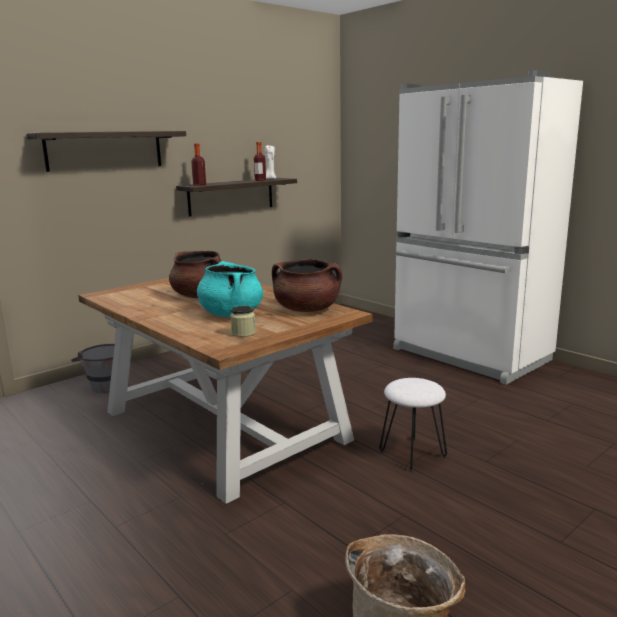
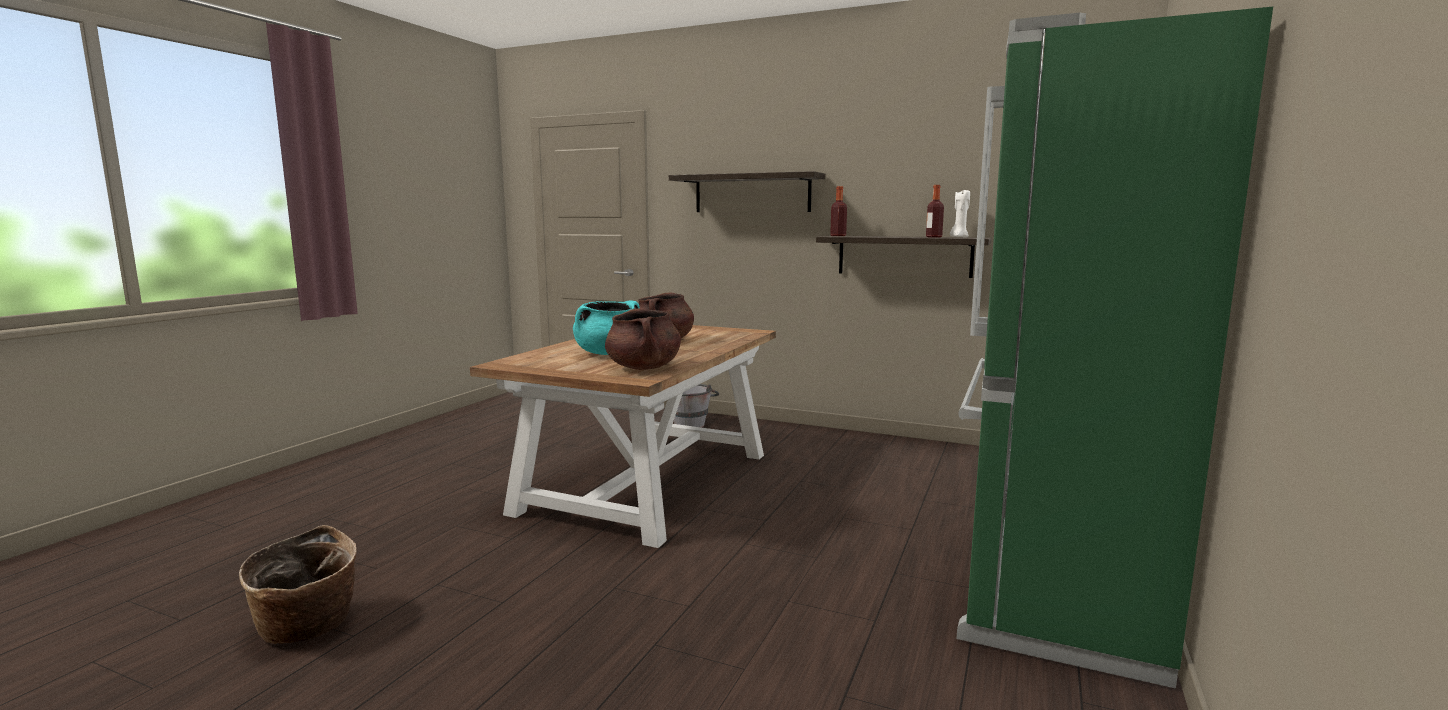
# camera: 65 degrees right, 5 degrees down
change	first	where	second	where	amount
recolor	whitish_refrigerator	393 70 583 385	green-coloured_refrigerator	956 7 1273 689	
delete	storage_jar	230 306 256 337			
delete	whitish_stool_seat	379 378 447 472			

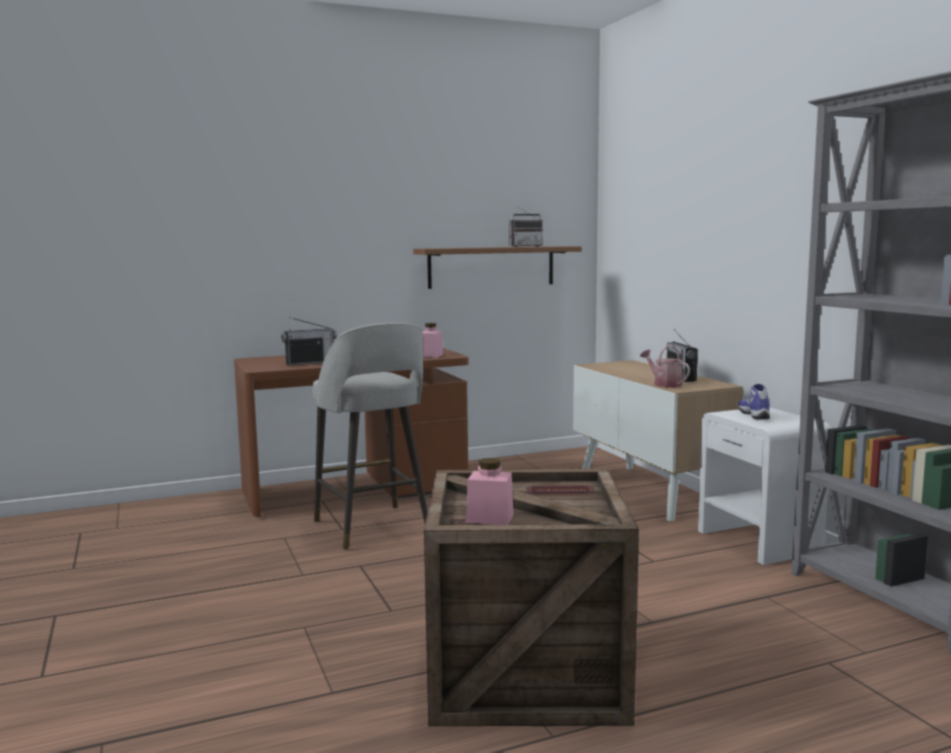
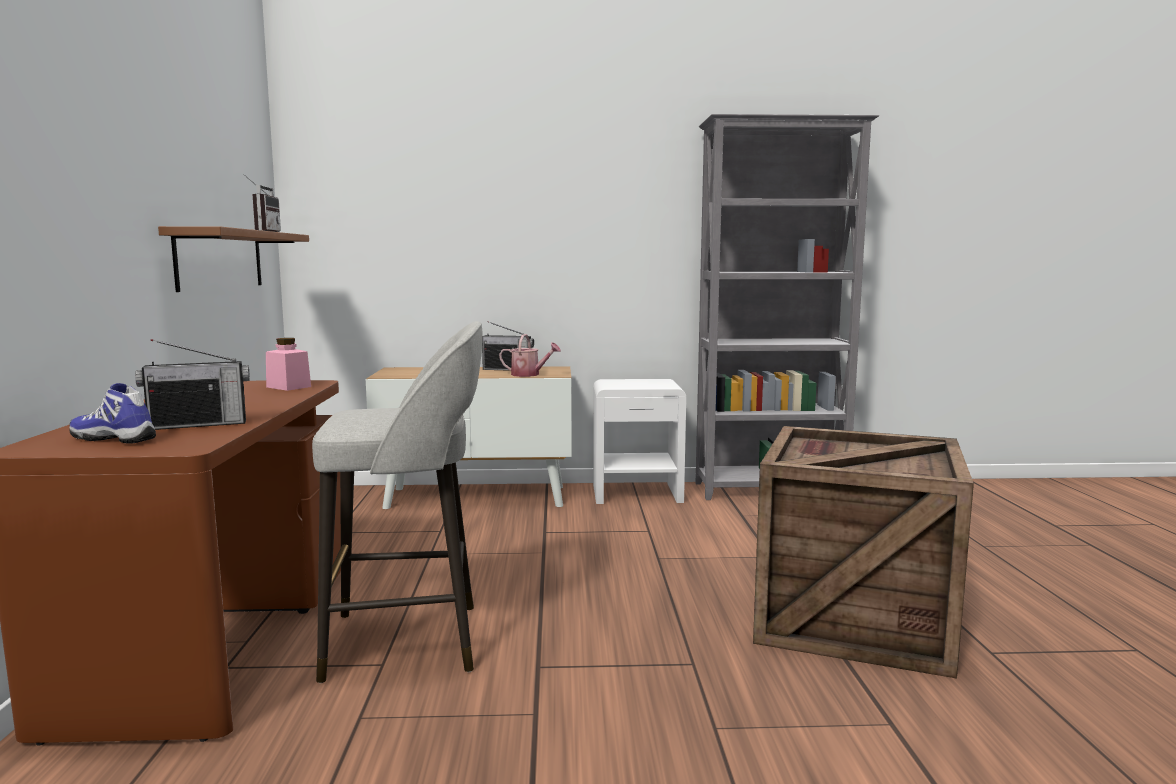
# camera: 70 degrees left, 0 degrees up
change	first	where	second	where	amount
rotate	radio_set	281 317 337 366		135 339 250 430	75 degrees clockwise
rotate	sprinkling_can	640 345 690 388		499 334 561 377	150 degrees counterclockwise
move	low_shoe	738 384 770 419		69 383 156 444	
delete	pink-coloured_storage_jar	466 458 514 525			

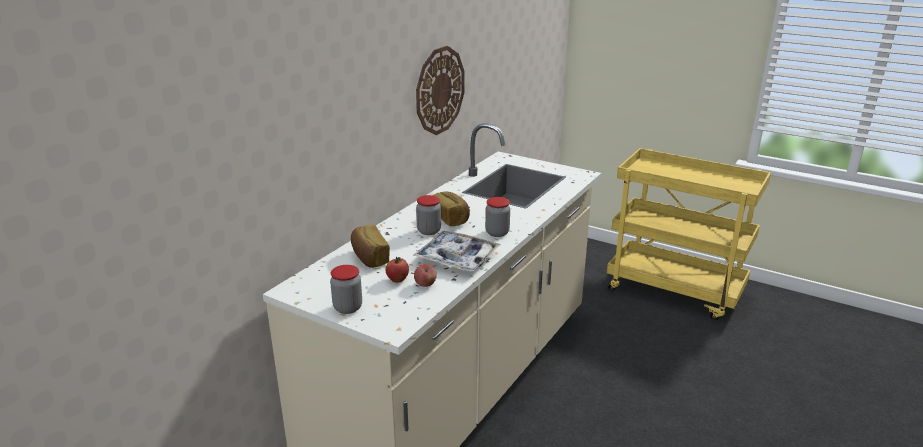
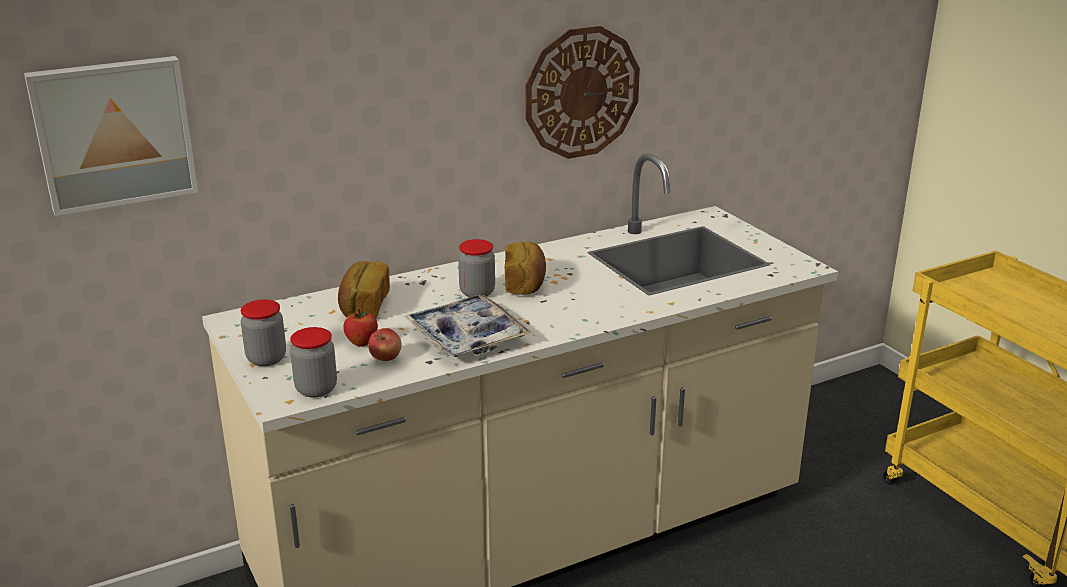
# camera: 30 degrees right, 0 degrees up
change	first	where	second	where	amount
move	storage_jar	485 197 510 237		290 327 337 398	
insert			wall_picture	24 56 198 216	

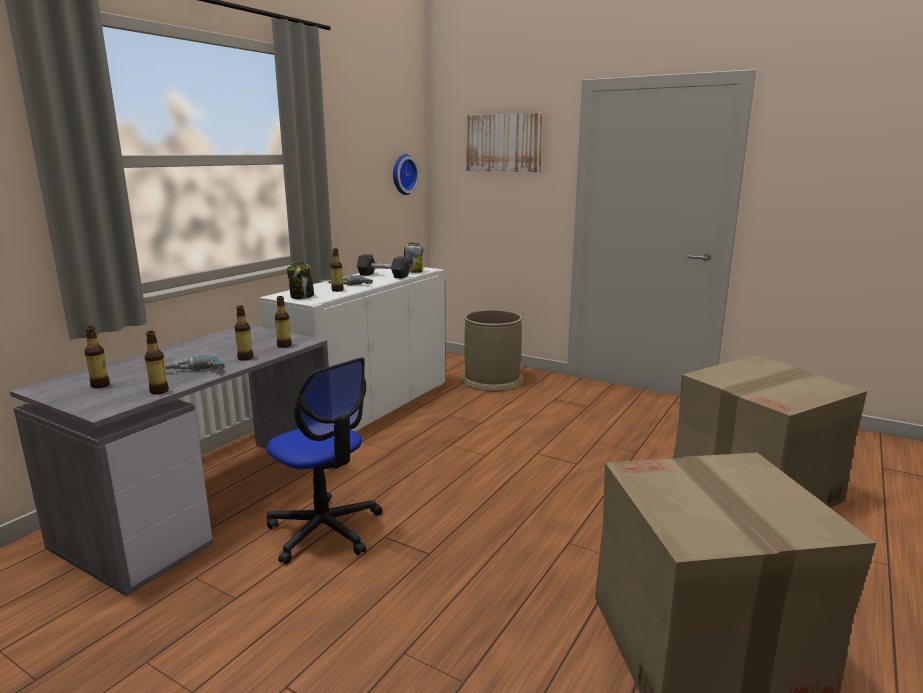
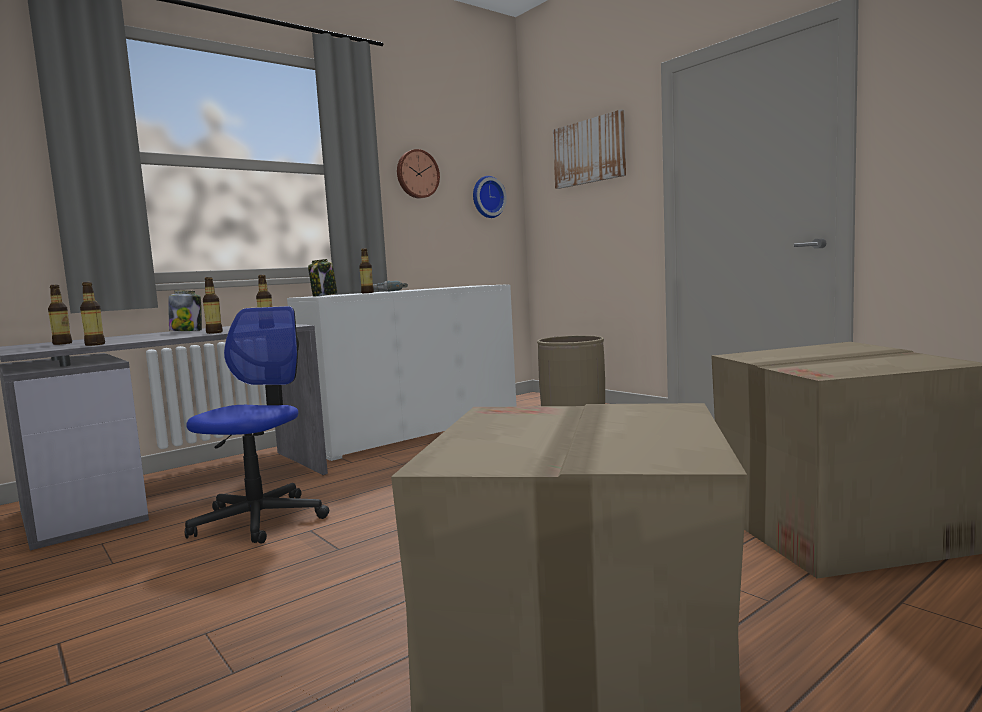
# camera: 20 degrees right, 10 degrees down
change	first	where	second	where	amount
move	storage_jar	404 243 423 273		168 290 202 331	
delete	black-coloured_dumbbell	357 254 410 279			
delete	drill	165 355 225 371			
rotate	computer_chair	267 358 382 564		185 306 329 544	135 degrees counterclockwise
insert			hanging_clock	397 149 440 198	

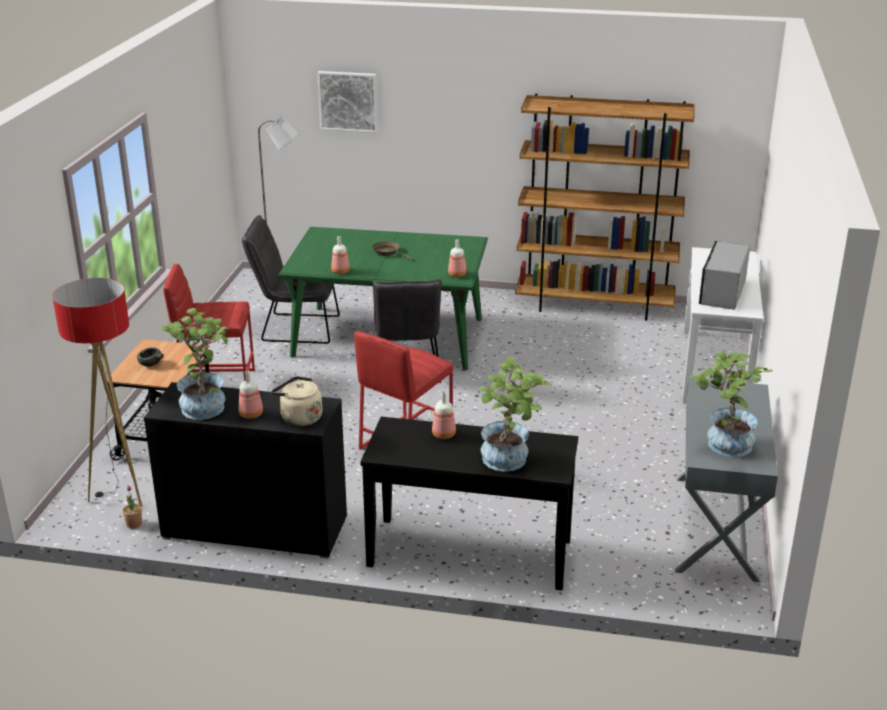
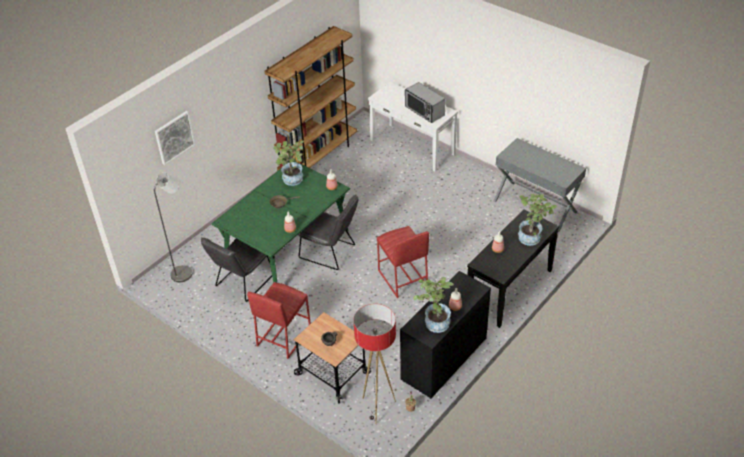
# camera: 60 degrees left, 15 degrees up
change	first	where	second	where	amount
move	potted_plant	690 351 773 457		273 141 304 186	
delete	sand-coloured_tea_kettle	271 376 322 426			

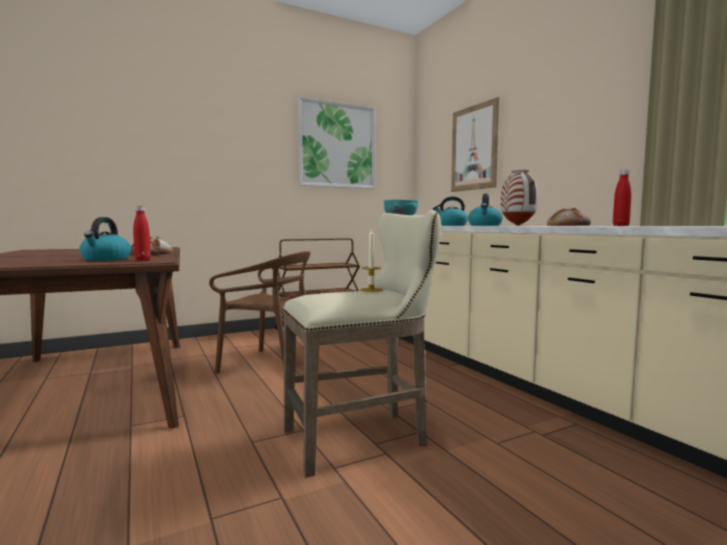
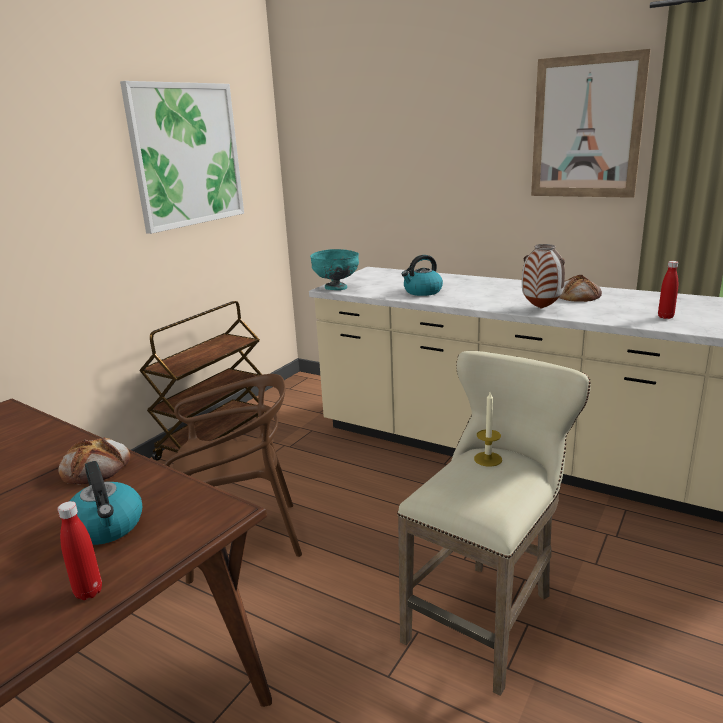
# camera: 30 degrees left, 15 degrees up
change	first	where	second	where	amount
move	wall_picture	451 97 499 192		531 49 651 198	
delete	tea_kettle	468 194 503 226			
move	reddish_bottle	133 206 151 261		57 501 102 600	

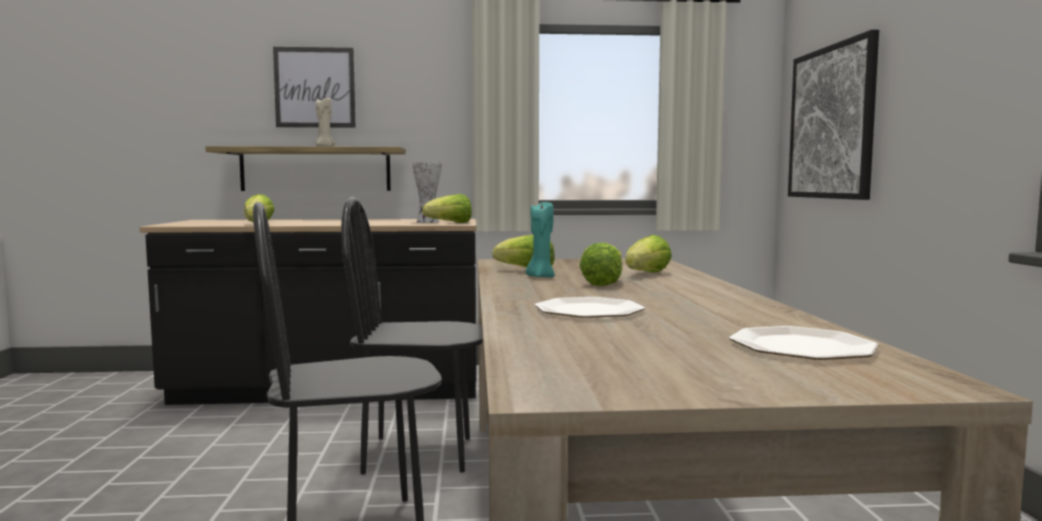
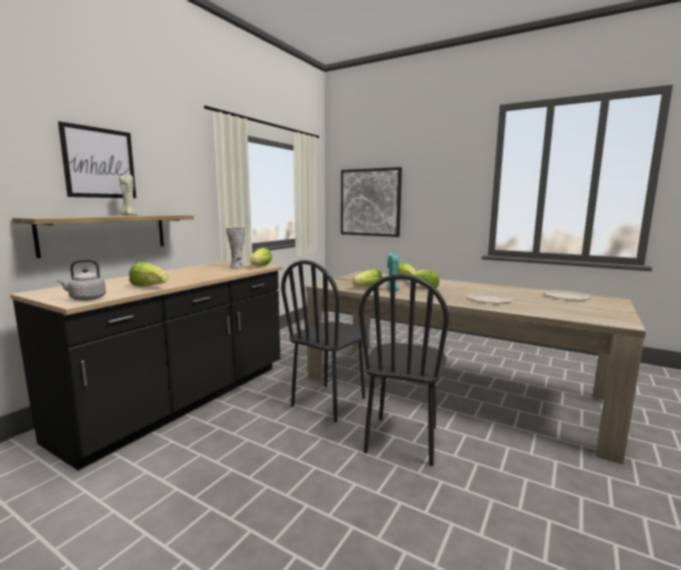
# camera: 55 degrees left, 5 degrees up
change	first	where	second	where	amount
insert			greyish_tea_kettle	57 260 106 301	

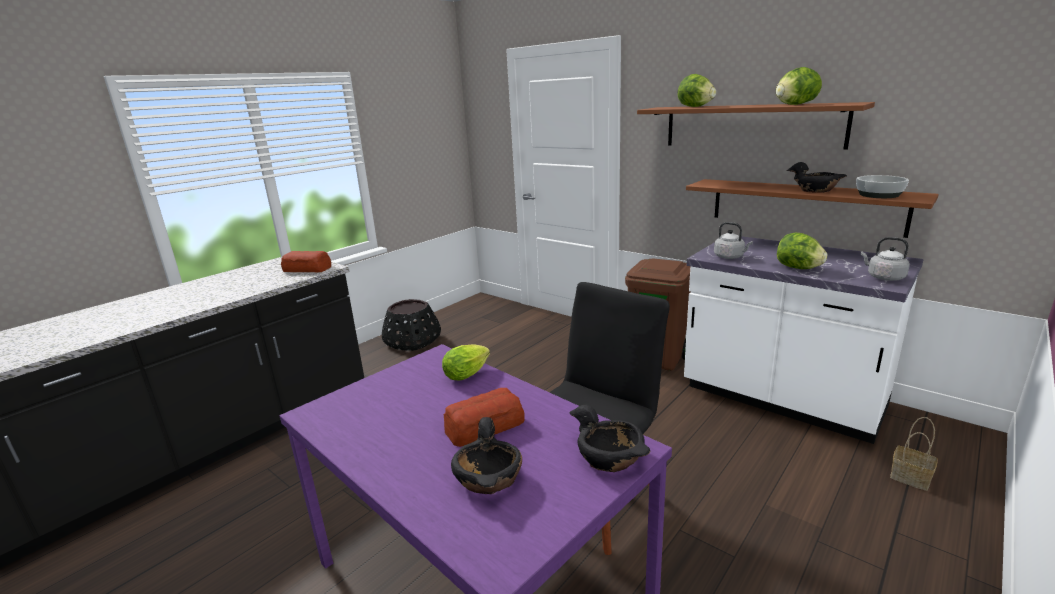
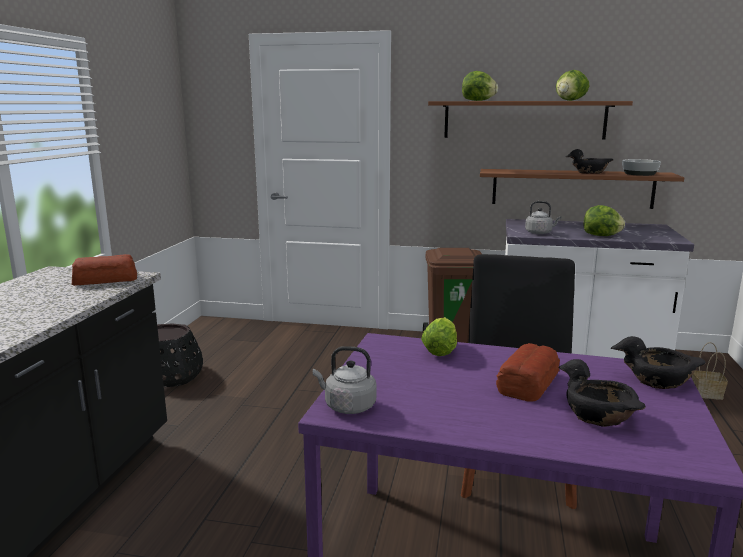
# camera: 30 degrees left, 5 degrees down
change	first	where	second	where	amount
move	greyish_tea_kettle	861 237 910 281		313 346 376 414	

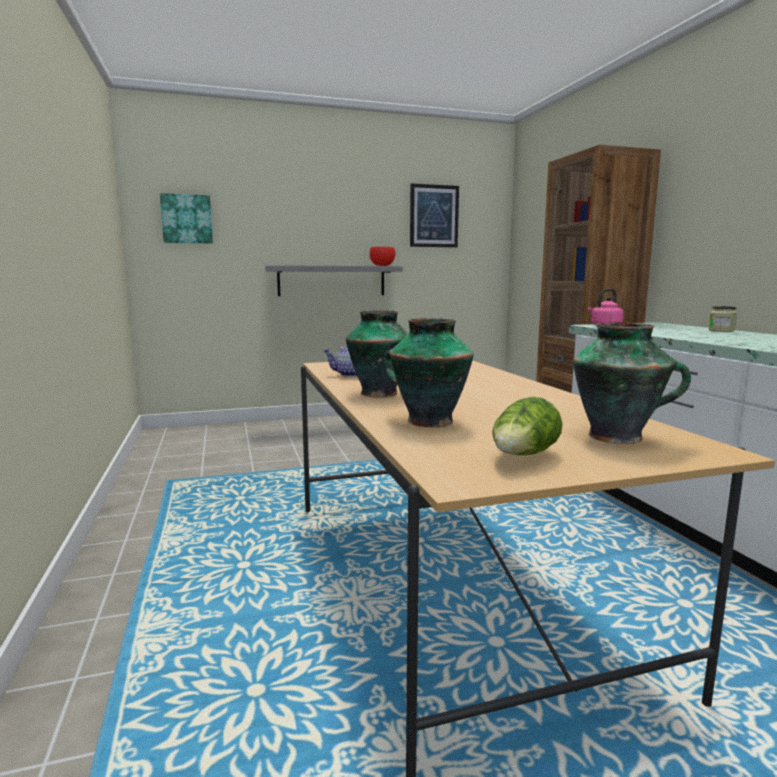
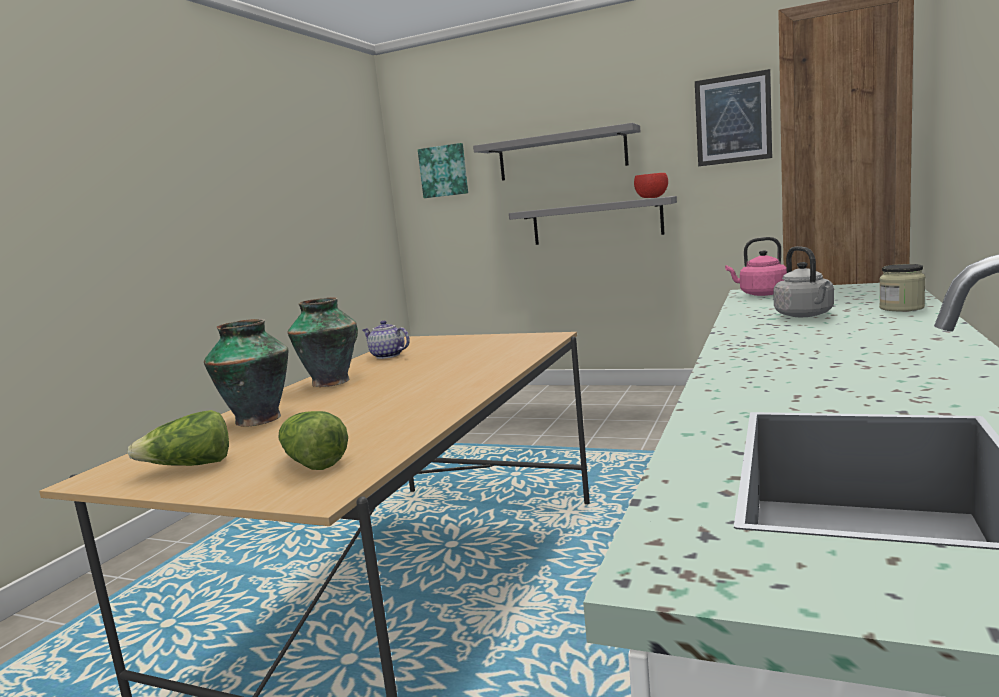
# camera: 40 degrees right, 0 degrees up
change	first	where	second	where	amount
replace	vase	573 322 691 444	head_of_lettuce	278 411 348 470	
insert			greyish_wall_shelf	473 123 640 181	
insert			greyish_tea_kettle	773 246 834 317	

